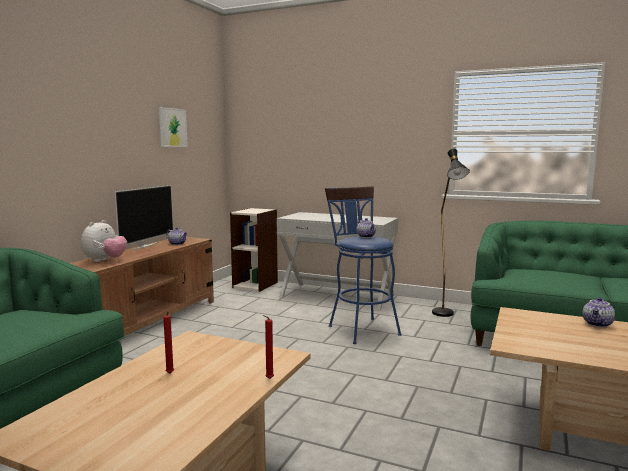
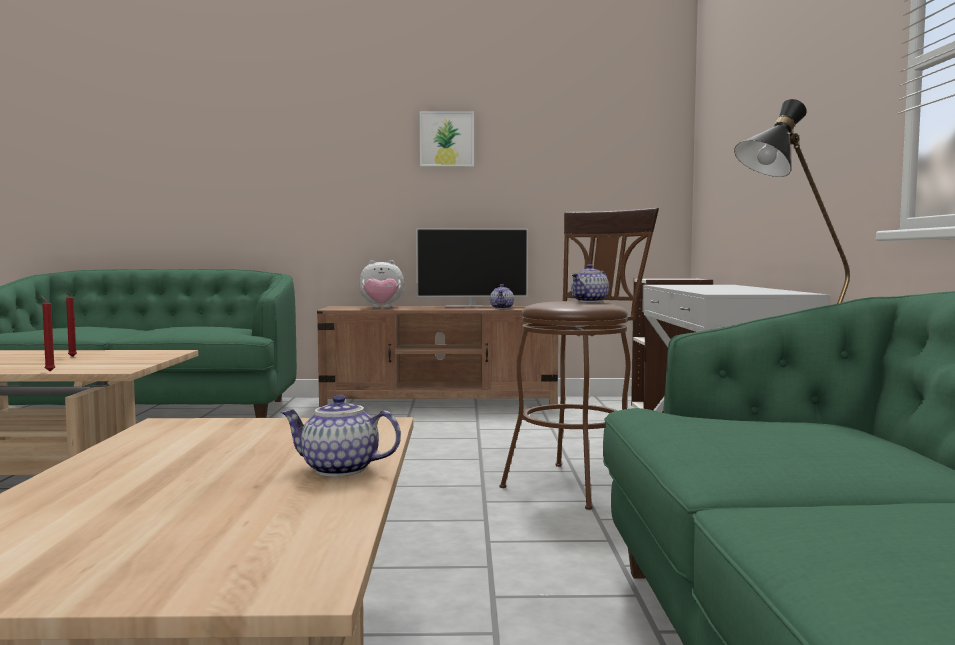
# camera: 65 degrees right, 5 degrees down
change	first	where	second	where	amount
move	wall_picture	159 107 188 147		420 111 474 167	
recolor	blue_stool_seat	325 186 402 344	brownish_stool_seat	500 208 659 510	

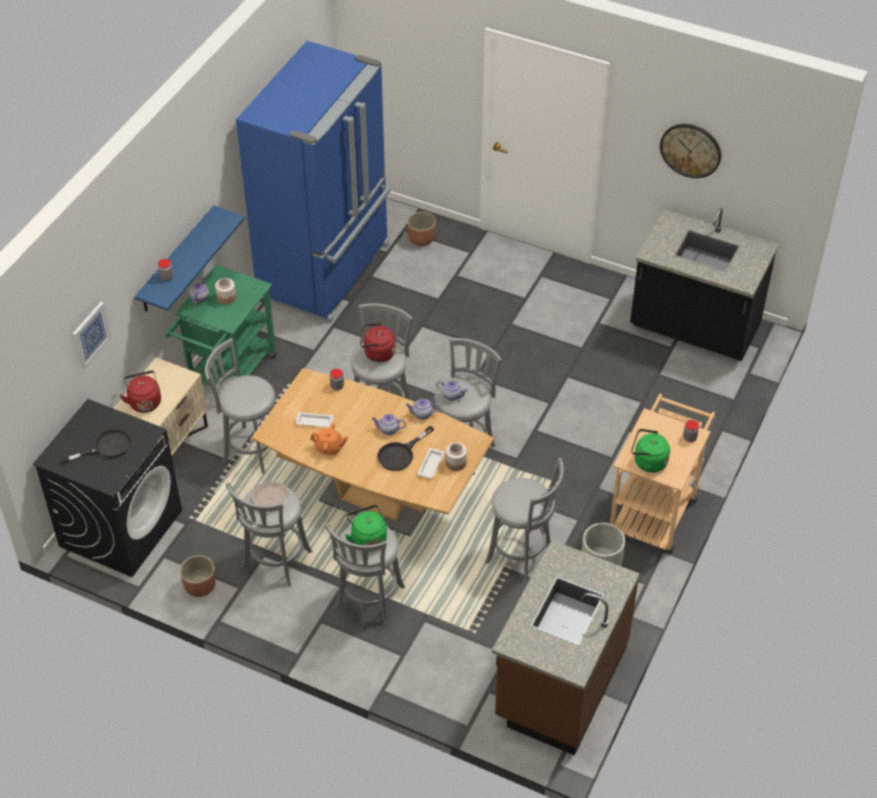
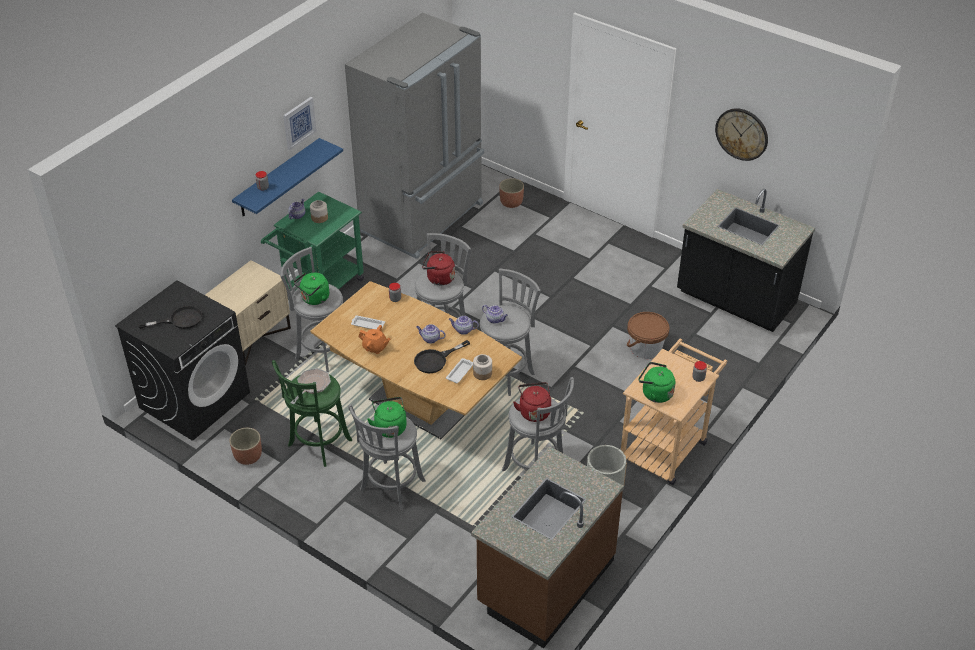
# camera: 10 degrees right, 5 degrees down
change	first	where	second	where	amount
recolor	blue_refrigerator	236 41 391 323	greyish_refrigerator	345 13 484 259	
move	wall_picture	72 302 111 369		283 97 317 150	
move	reddish_tea_kettle	120 371 161 413		513 382 551 422	
recolor	greyish_stool_seat	226 482 312 587	green-coloured_stool_seat	272 360 352 467	
insert			green-coloured_tea_kettle	293 273 329 305	
insert			brownish_bucket	627 312 669 359	

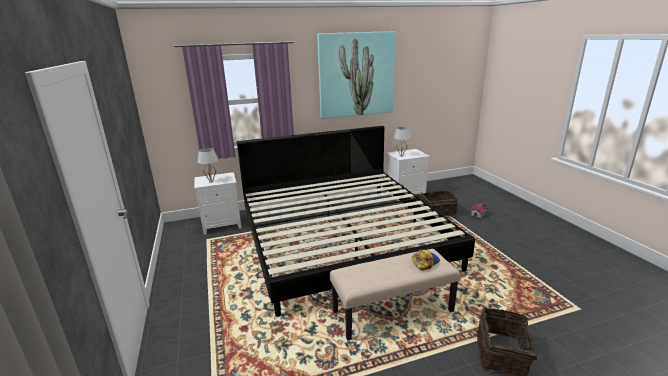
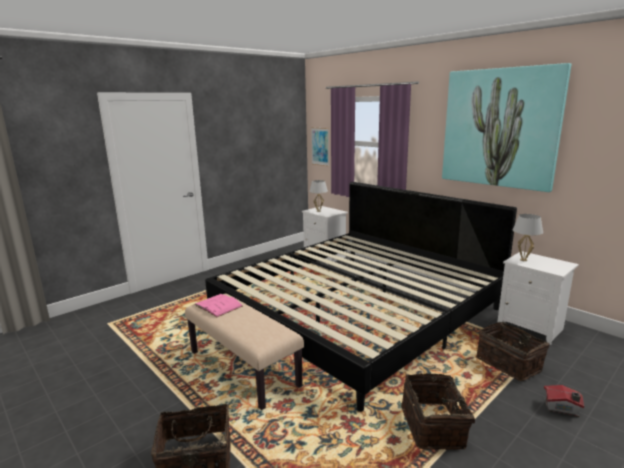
# camera: 65 degrees right, 5 degrees down
change	first	where	second	where	amount
delete	cap	412 250 440 271			
insert			wall_picture	311 128 329 166	
insert			pink-coloured_bound_book	194 294 243 317	
insert			storage_basket	401 373 475 450	

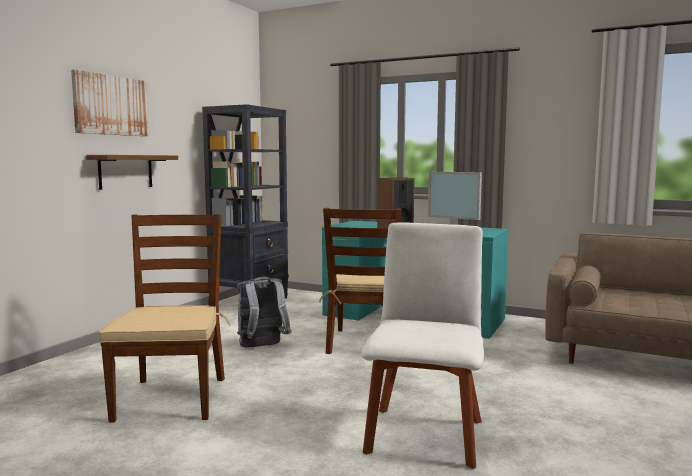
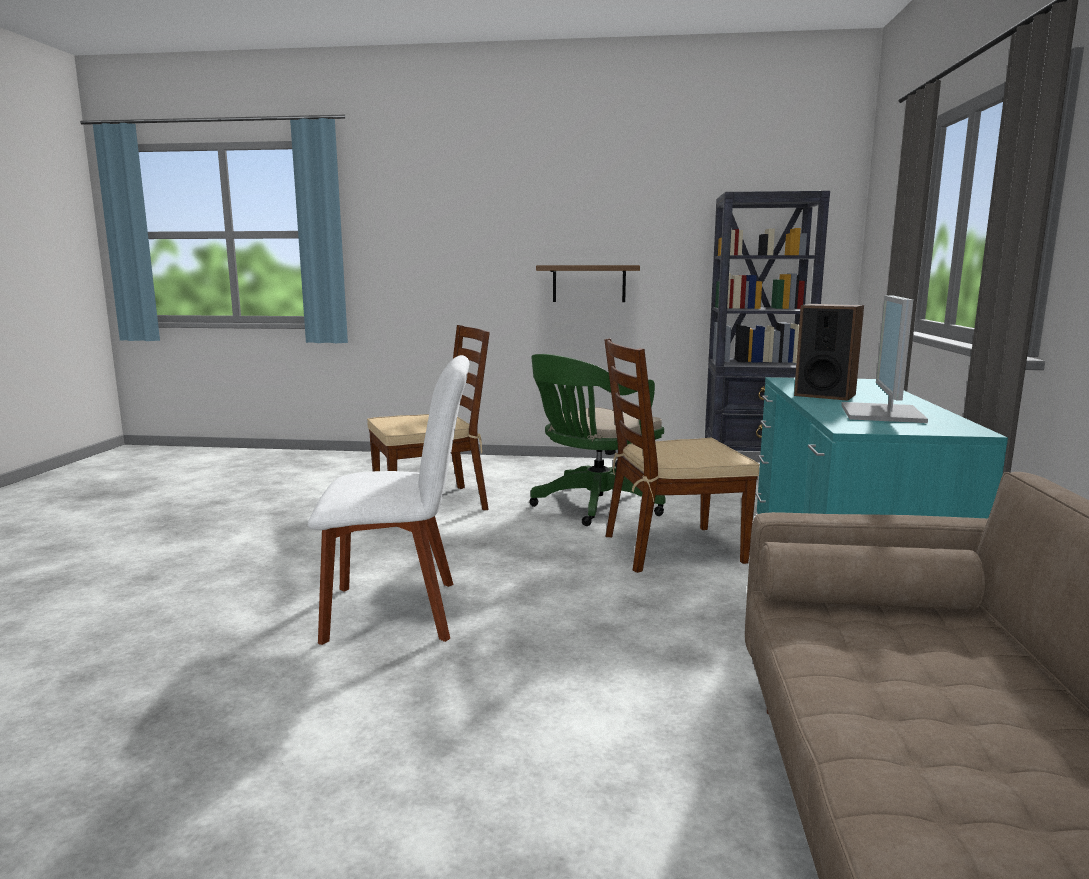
# camera: 70 degrees right, 5 degrees up
change	first	where	second	where	amount
delete	wall_picture	71 70 149 136			
replace	greyish_rucksack	237 277 291 347	green-coloured_computer_chair	529 354 666 526	

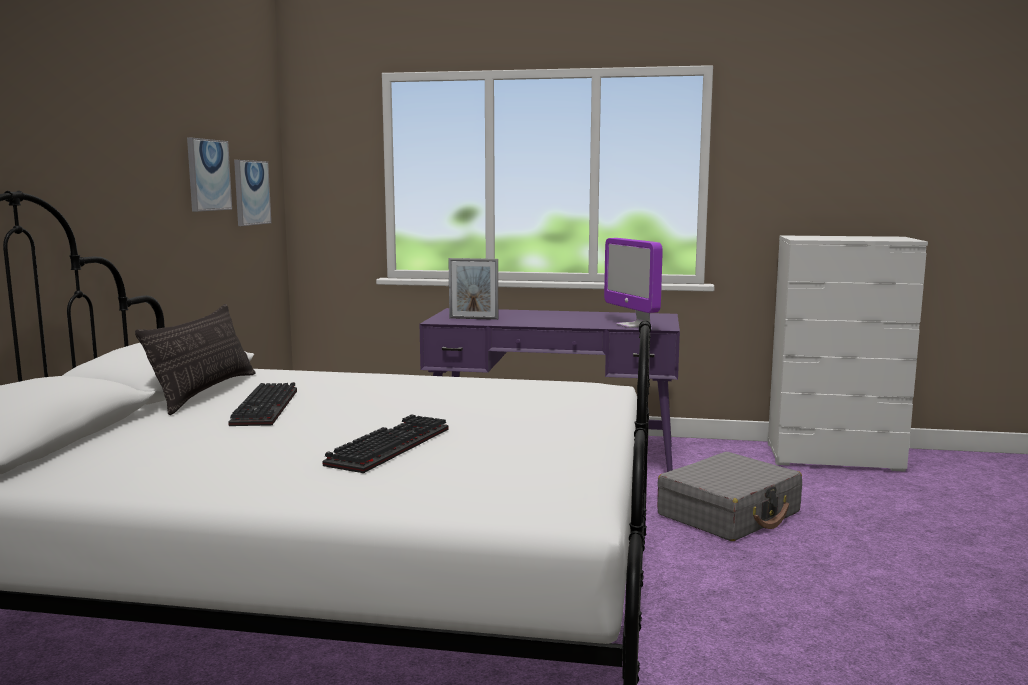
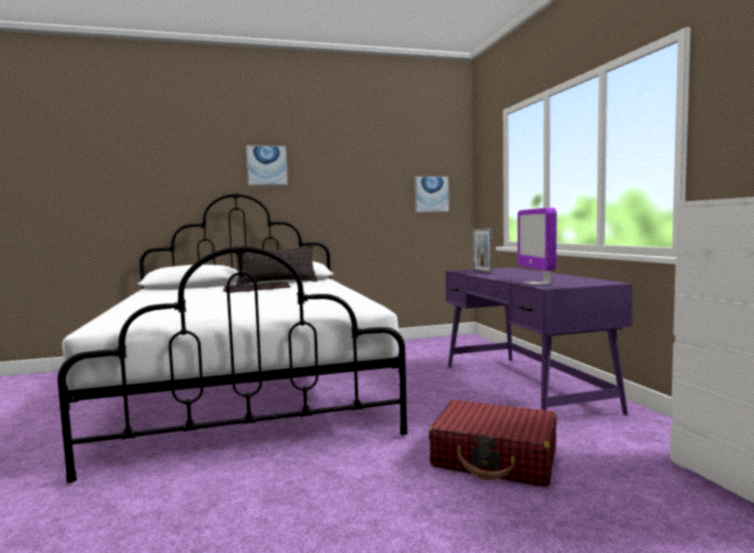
# camera: 65 degrees right, 5 degrees down
change	first	where	second	where	amount
move	wall_picture	187 138 232 212		246 145 288 186	
rotate	computer_screen	604 238 663 328		517 208 557 285	45 degrees counterclockwise
delete	computer_keyboard	322 414 449 473			
recolor	greyish_suitcase	657 452 802 541	reddish_suitcase	428 399 557 487	

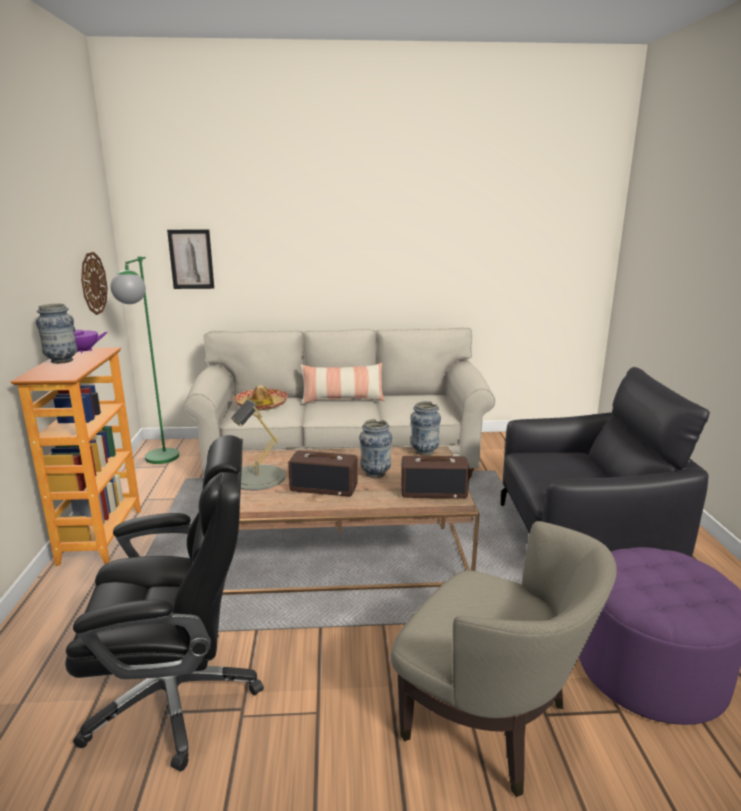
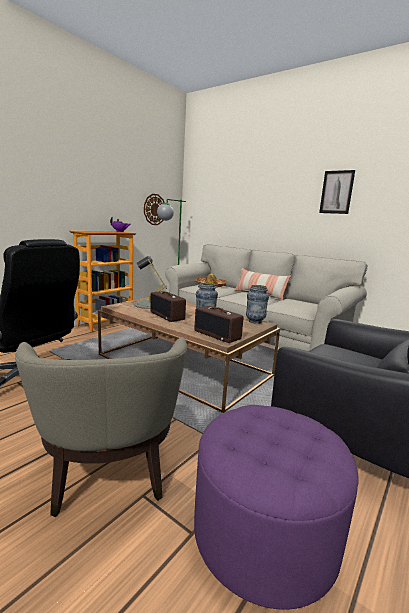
# camera: 40 degrees right, 5 degrees down
change	first	where	second	where	amount
move	wall_picture	167 230 214 289		319 170 355 214	
delete	vase	36 304 77 364			

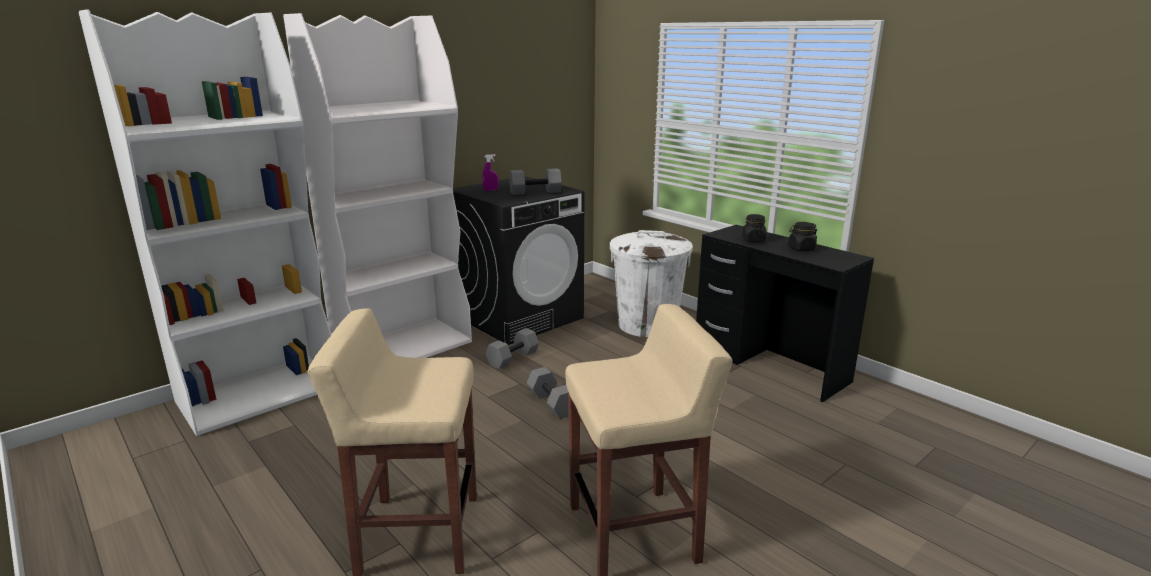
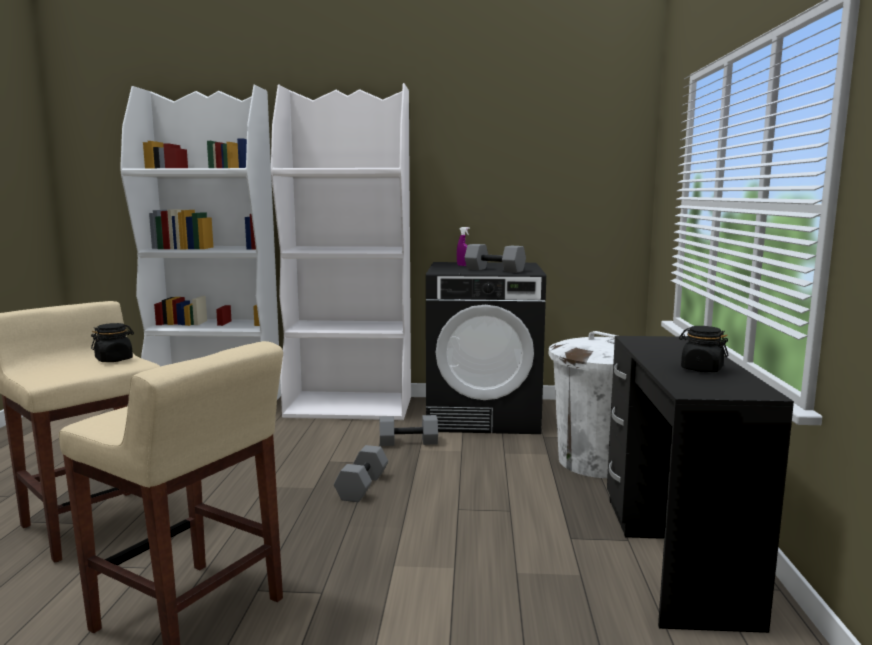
# camera: 45 degrees right, 10 degrees down
change	first	where	second	where	amount
move	black-coloured_storage_jar	742 214 766 242		91 323 134 362	

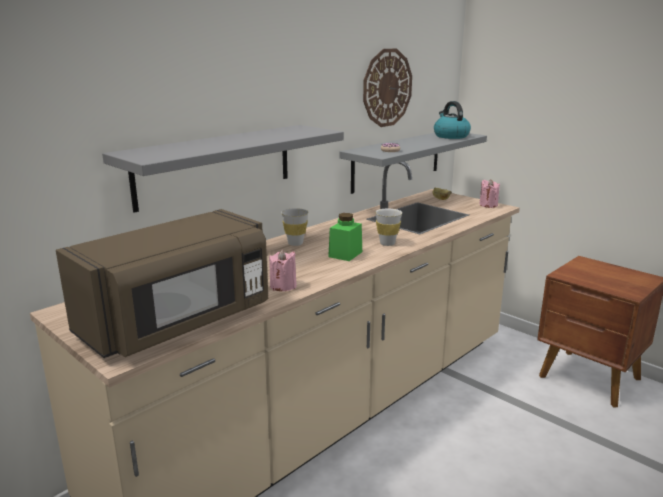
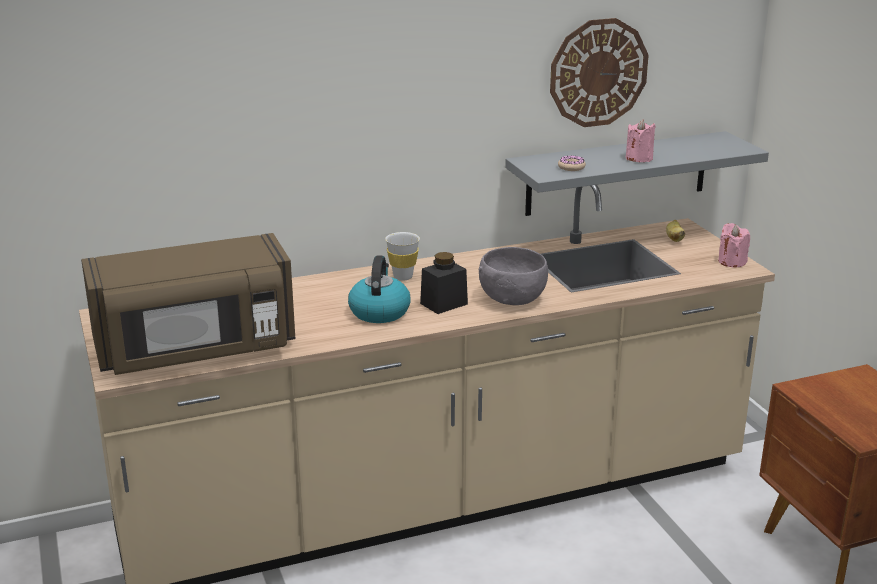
# camera: 25 degrees right, 5 degrees up
change	first	where	second	where	amount
move	tea_kettle	434 101 471 139		348 256 411 323	
delete	greyish_wall_shelf	102 125 344 213			
replace	whitish_cup	375 209 402 246	greyish_serving_bowl	479 247 548 305	
recolor	green-coloured_storage_jar	328 213 362 261	black-coloured_storage_jar	420 252 468 314	
move	pink-coloured_wax_light	269 249 297 291		626 119 656 162	

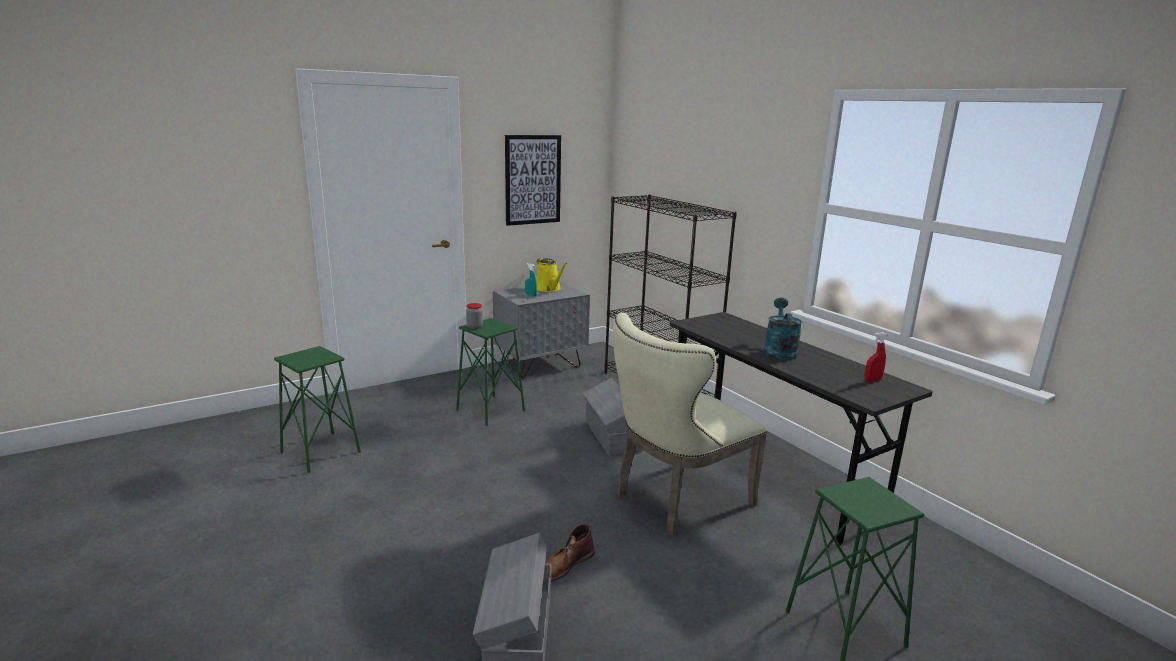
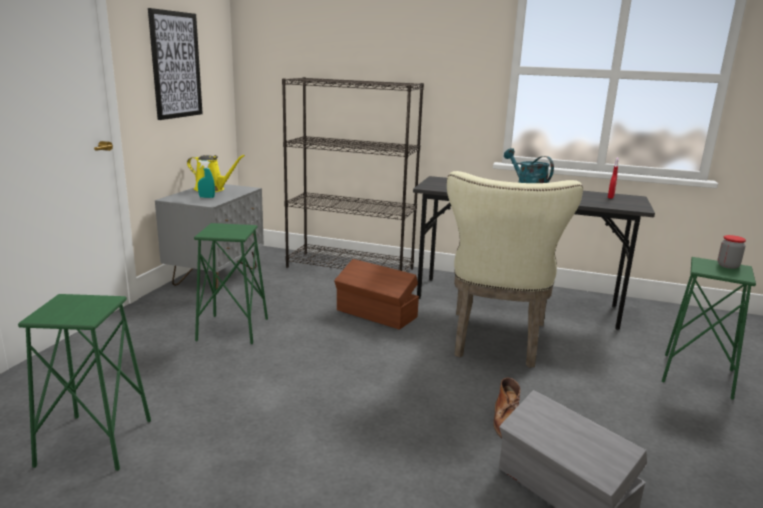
# camera: 40 degrees left, 0 degrees up
change	first	where	second	where	amount
move	storage_jar	466 303 483 329		718 235 746 269	
recolor	greyish_storage_bin	582 378 643 456	brownish_storage_bin	334 259 419 330	

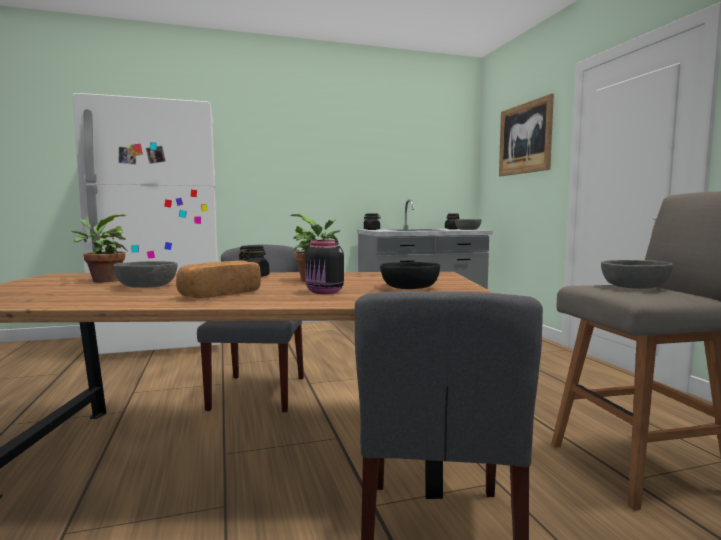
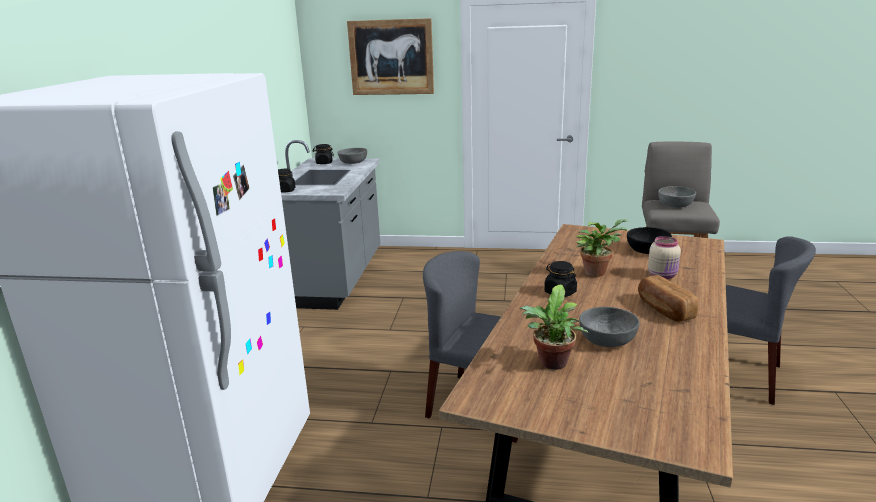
# camera: 65 degrees left, 15 degrees up
change	first	where	second	where	amount
recolor	black-coloured_storage_jar	305 240 344 294	sand-coloured_storage_jar	648 236 681 279	

